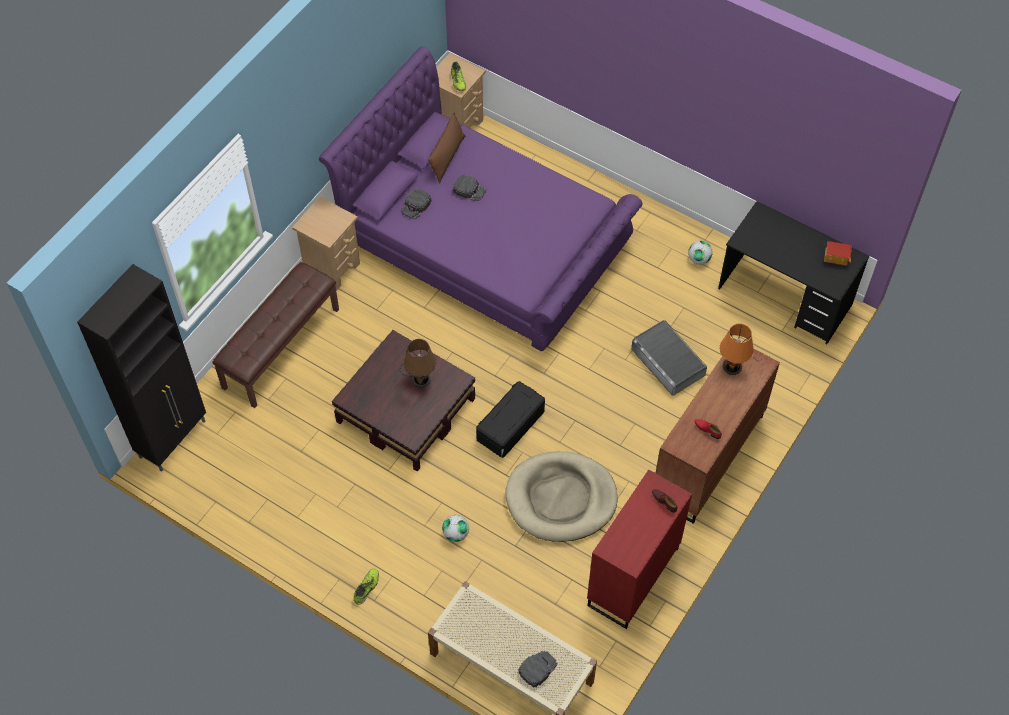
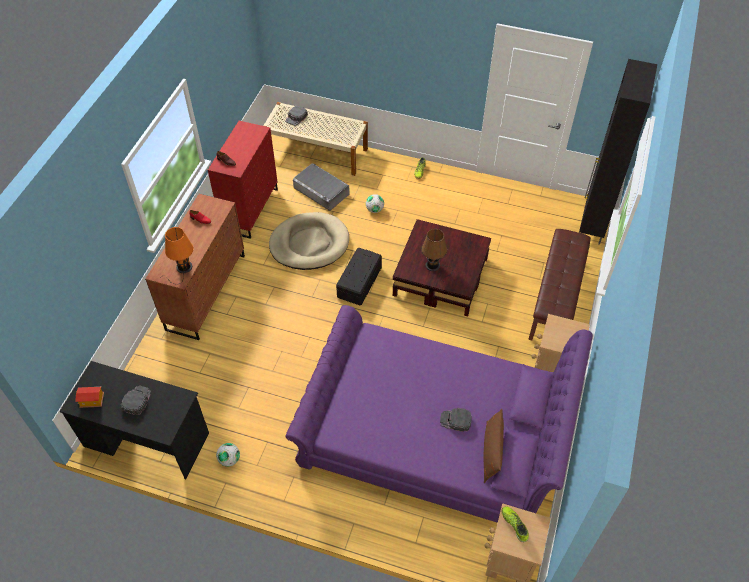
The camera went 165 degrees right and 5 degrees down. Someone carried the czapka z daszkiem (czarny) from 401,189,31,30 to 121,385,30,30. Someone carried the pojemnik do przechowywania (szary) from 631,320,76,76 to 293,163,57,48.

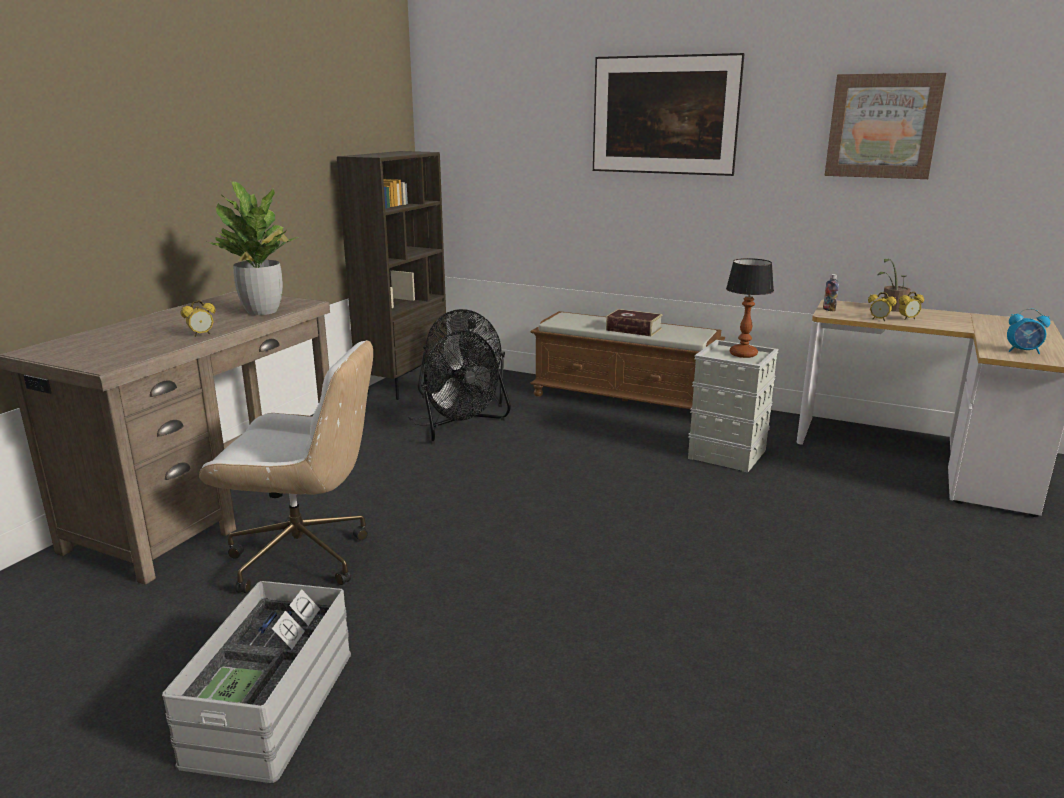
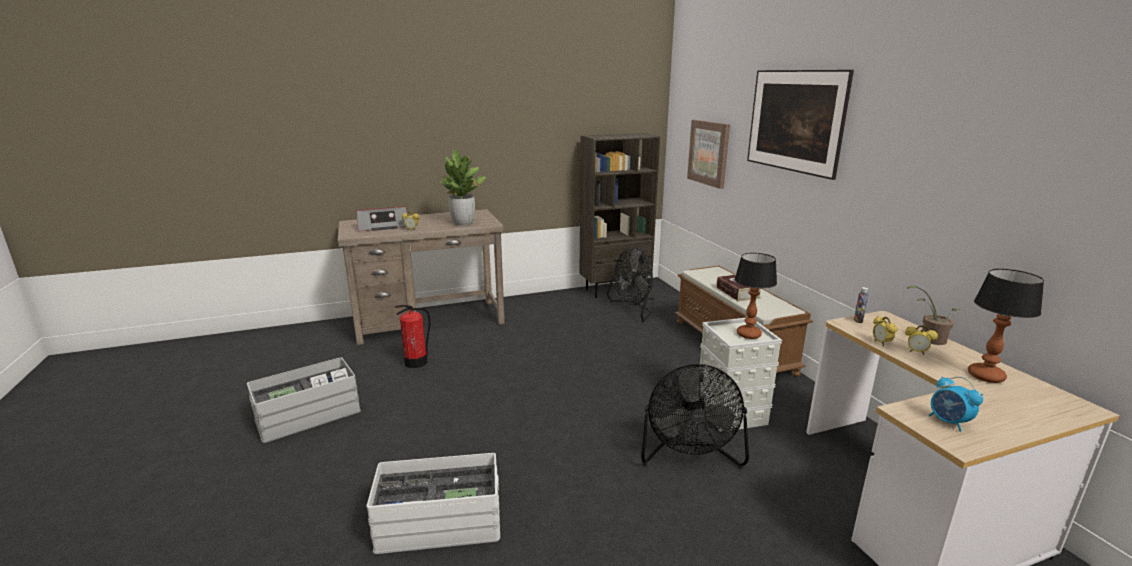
The camera went 45 degrees right and 0 degrees up. Someone put down the radio at 357,206,51,26. Someone put down the pojemnik do przechowywania (biały) at 367,453,133,101. Someone put down the lampa stołowa at 968,269,76,114. Someone carried the wentylator (czarny) from 408,330,103,114 to 641,364,108,105. Someone carried the obraz from 825,73,121,106 to 687,120,43,69. Someone swapped the krzesło biurowe (biały) at 199,340,174,253 for the gaśnica at 395,305,36,63.

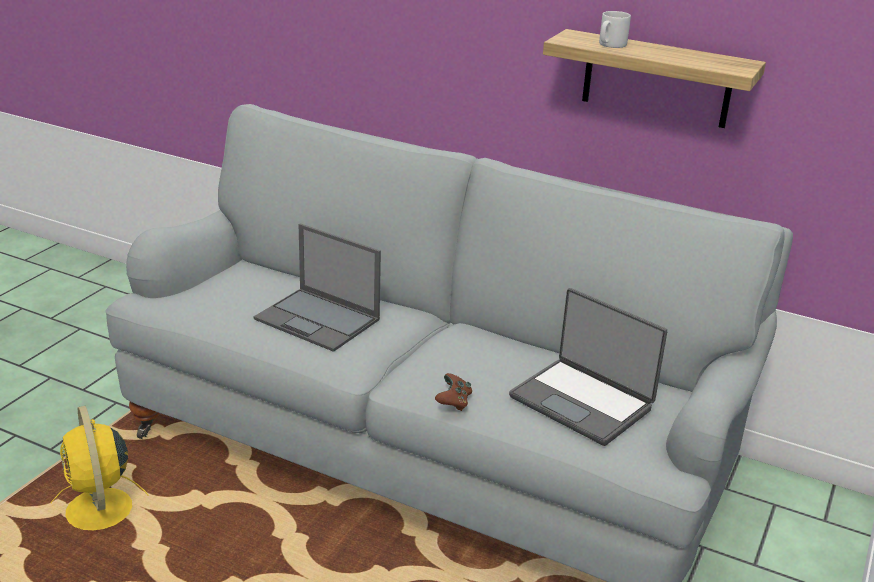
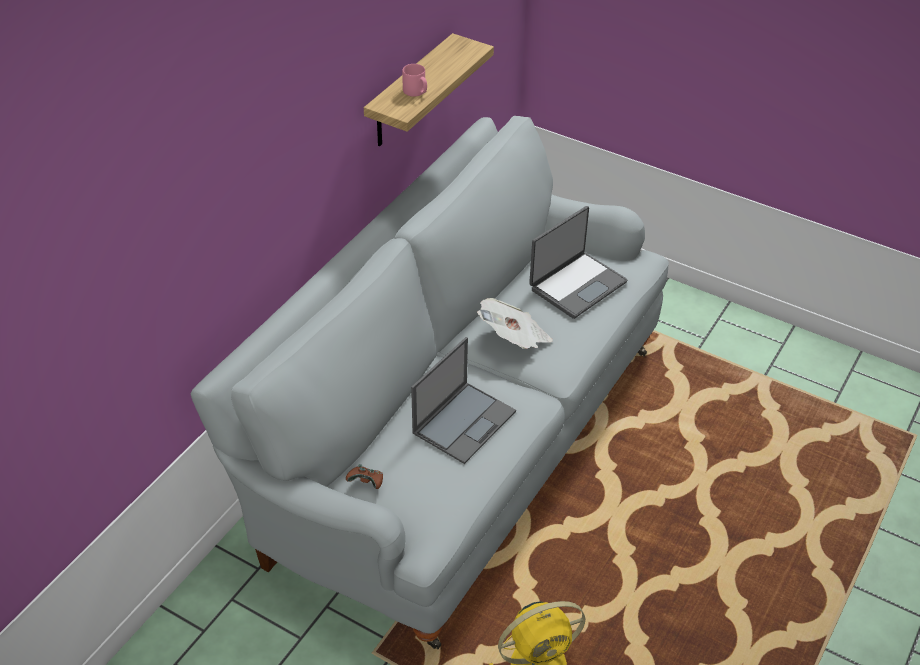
The camera went 85 degrees left and 15 degrees up. Someone put down the gazeta at 477,298,76,51. Someone carried the pad do gier (brązowy) from 435,373,37,38 to 346,464,37,25. Someone repainted the kubek (szary) at 599,11,32,37, which became the kubek (różowy) at 402,64,25,32.

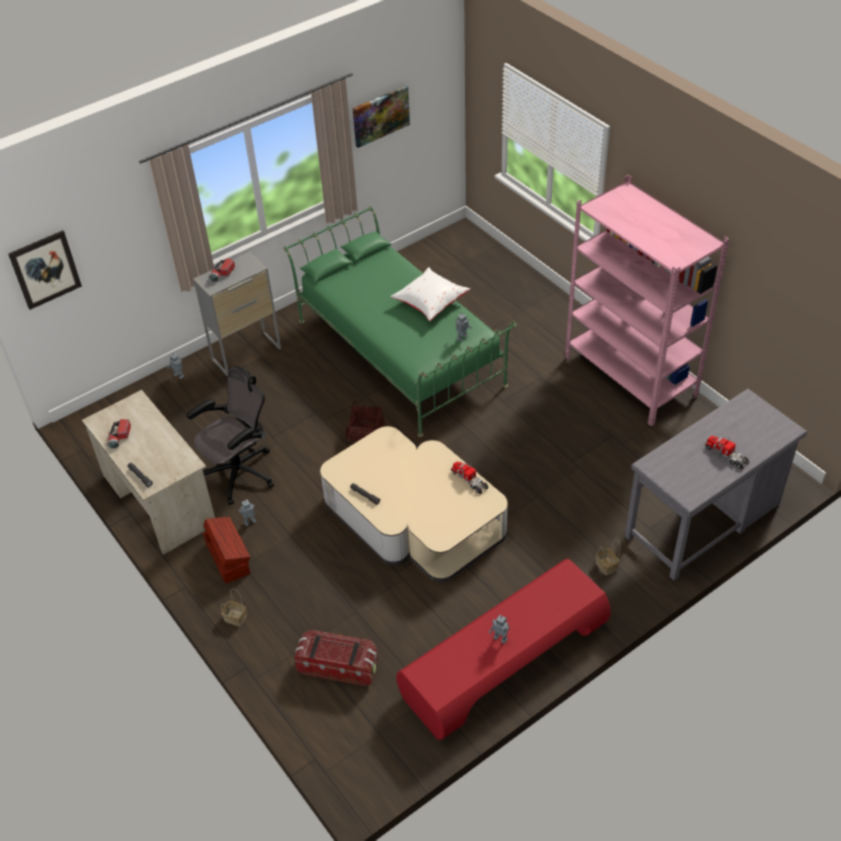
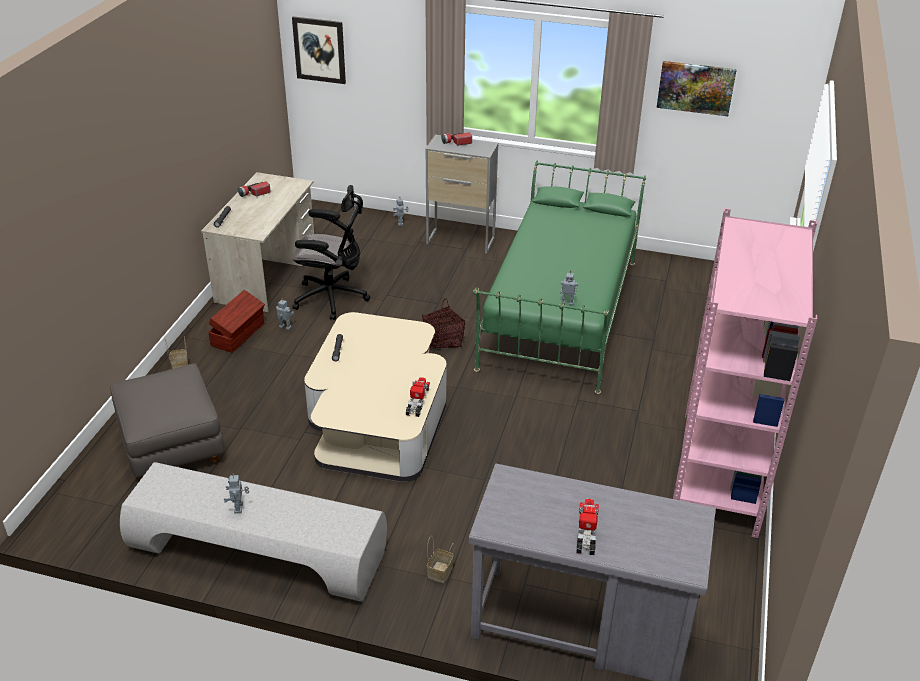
The camera went 50 degrees right and 10 degrees down. Someone took away the poduszka (biały) at 391,267,79,54. Someone swapped the pojemnik do przechowywania at 294,630,84,56 for the pufa (szary) at 110,363,114,116. Someone repainted the ławka (czerwony) at 396,559,215,181, which became the ławka (szary) at 120,462,267,140.

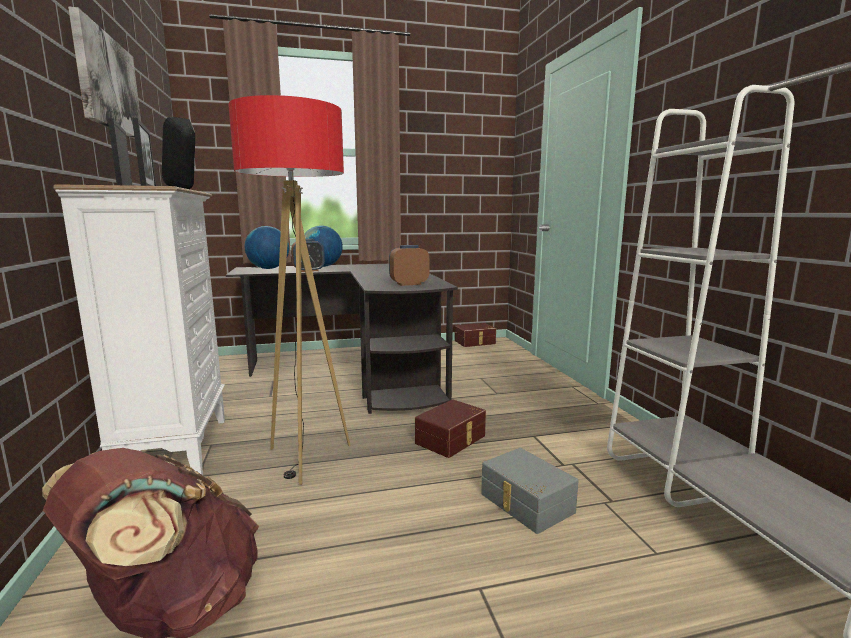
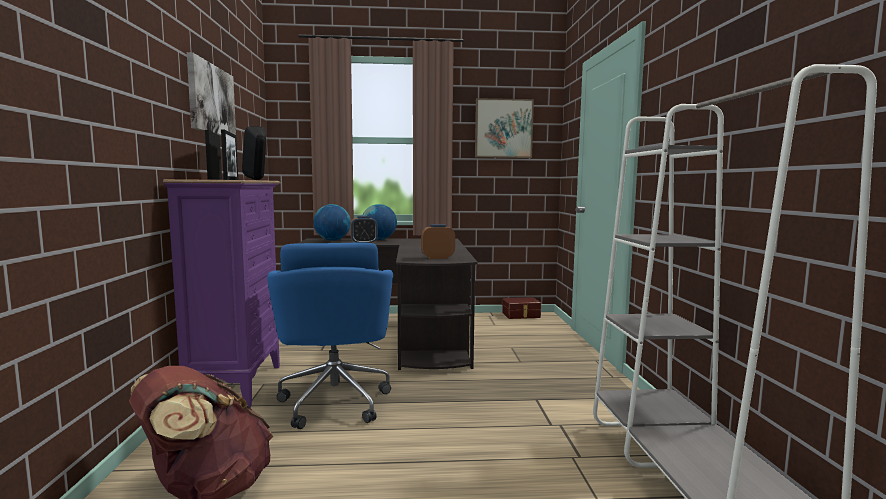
The camera went 10 degrees right and 5 degrees down. Someone took away the pojemnik do przechowywania (brązowy) at 415,399,71,59. Someone took away the pojemnik do przechowywania (szary) at 481,448,97,86. Someone put up the obraz at 475,98,59,60. Someone swapped the lampa stojąca at 228,95,123,390 for the krzesło biurowe (niebieski) at 267,242,126,187. Someone repainted the komoda (biały) at 54,184,171,291, which became the komoda (fioletowy) at 163,179,118,228.

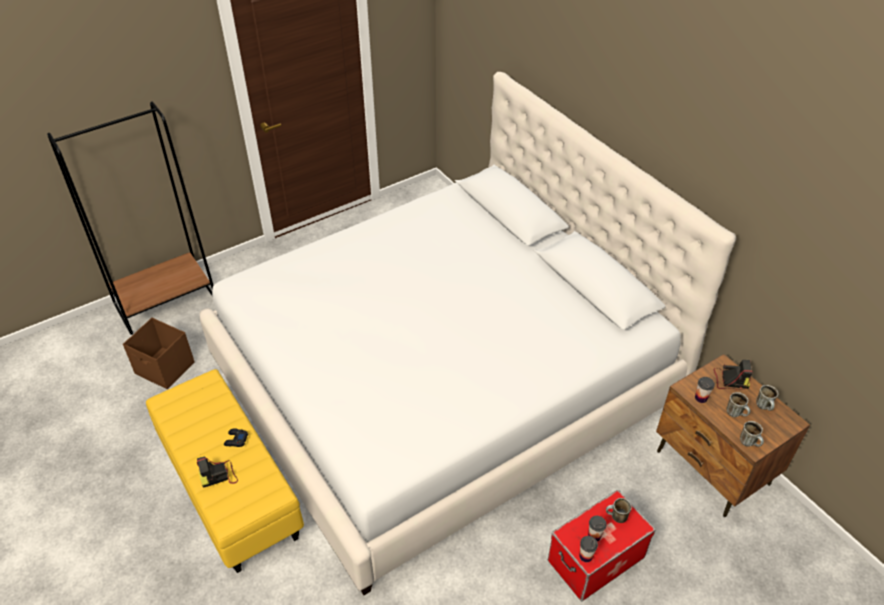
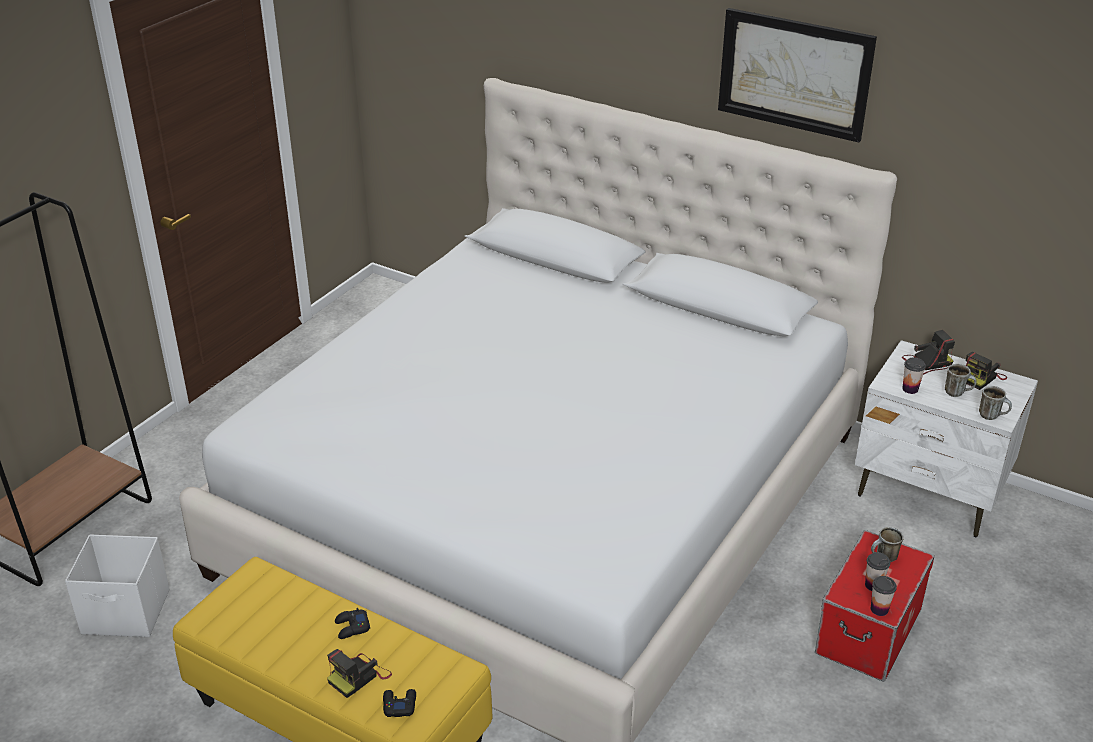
The camera went 25 degrees left and 10 degrees down. Someone put down the pad do gier (czarny) at 383,689,33,28. Someone put up the obraz at 718,8,159,134. Someone swapped the kubek at 756,385,23,26 for the aparat fotograficzny at 966,352,41,38. Someone repainted the pojemnik do przechowywania (brązowy) at 123,318,71,71, which became the pojemnik do przechowywania (biały) at 65,534,105,103. Someone repainted the szafka nocna (brązowy) at 656,354,154,163, which became the szafka nocna (biały) at 855,340,183,197.

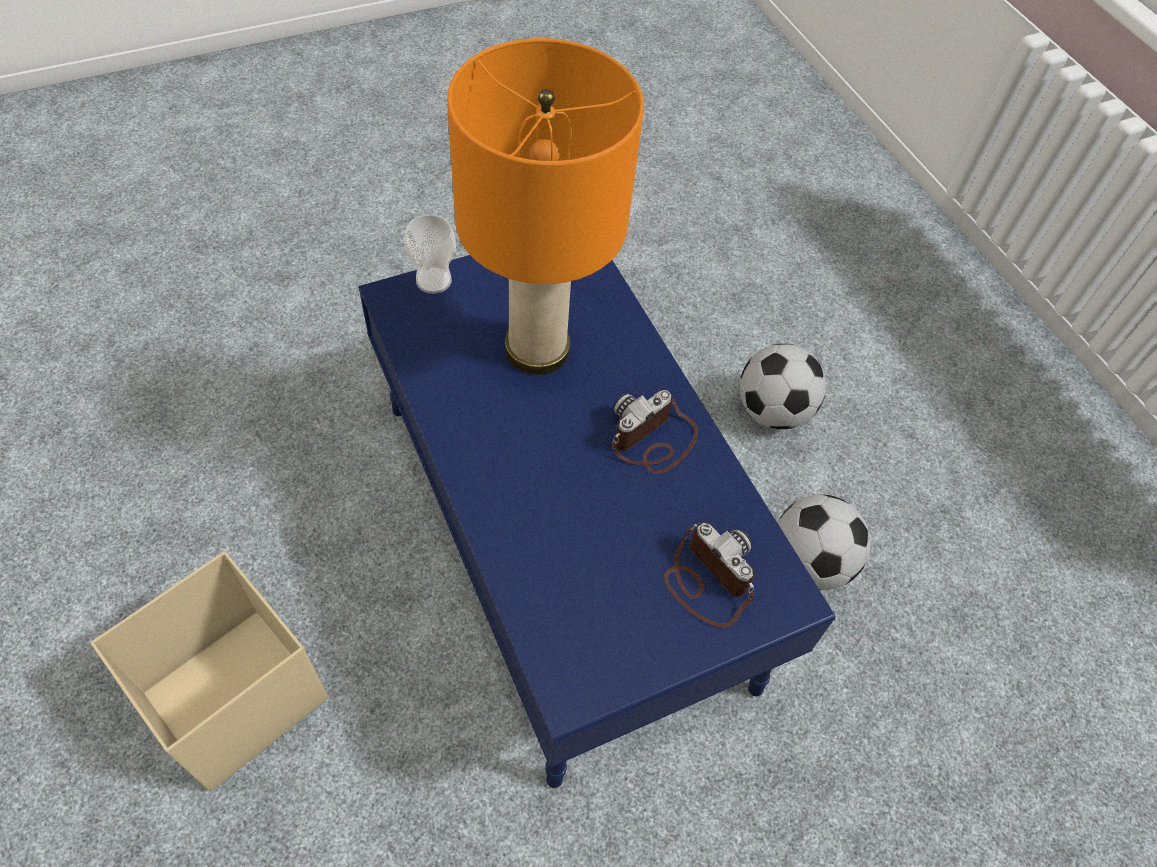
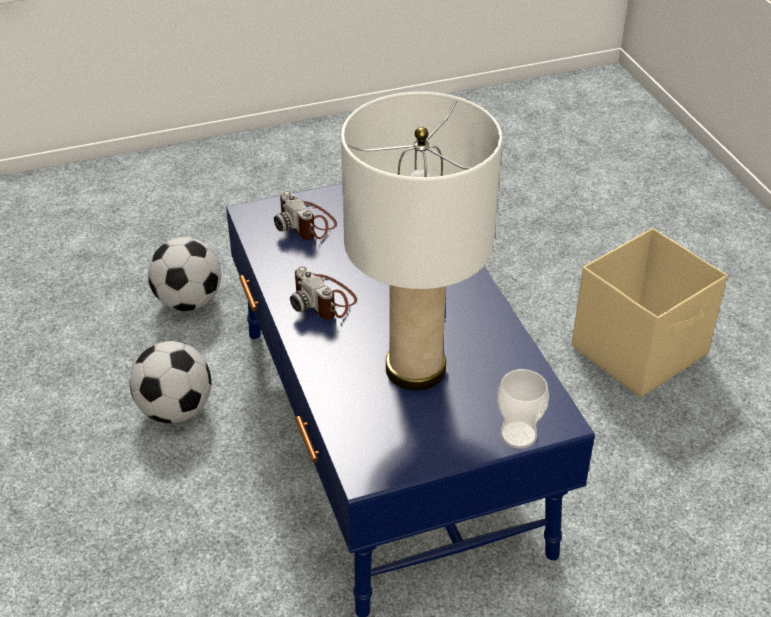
The camera went 170 degrees left and 15 degrees down. Someone carried the piłka futbolowa from 740,344,86,85 to 148,237,73,74. Someone repainted the lampa stołowa (pomarańczowy) at 447,38,197,337, which became the lampa stołowa (biały) at 341,92,161,298. Someone rotated the aparat fotograficzny at 612,390,86,84 by 90 degrees clockwise.

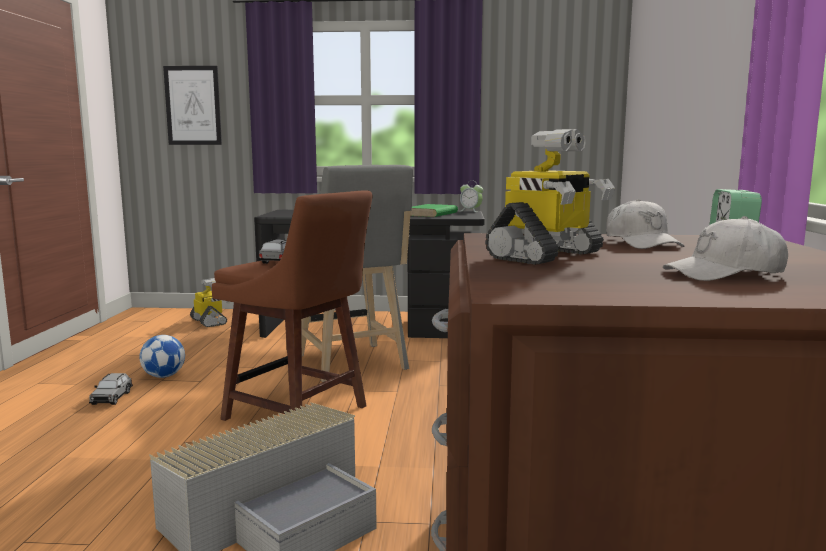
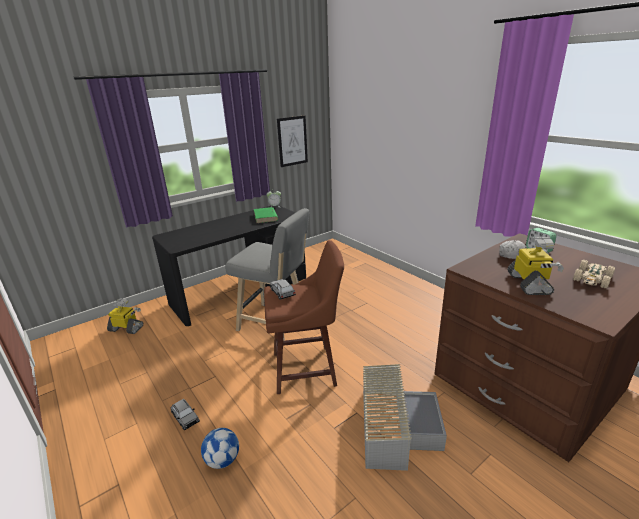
The camera went 40 degrees left and 15 degrees up. Someone carried the piłka futbolowa from 139,335,46,43 to 201,428,38,41. Someone carried the obraz from 163,66,59,79 to 277,115,31,52. Someone swapped the czapka z daszkiem (biały) at 663,216,125,65 for the samochodzik (beżowy) at 573,260,42,28.

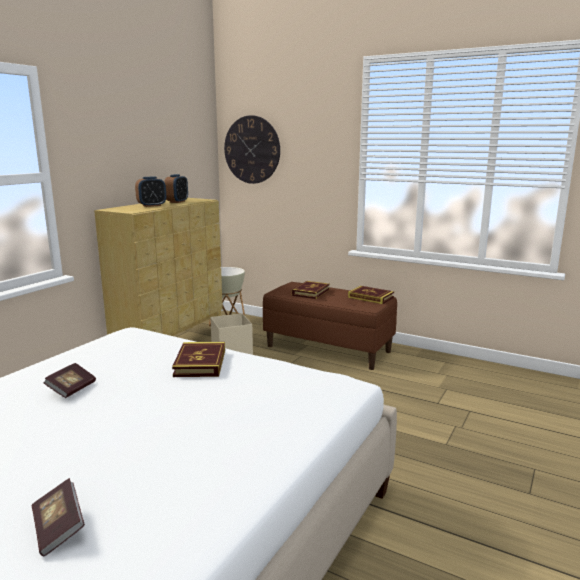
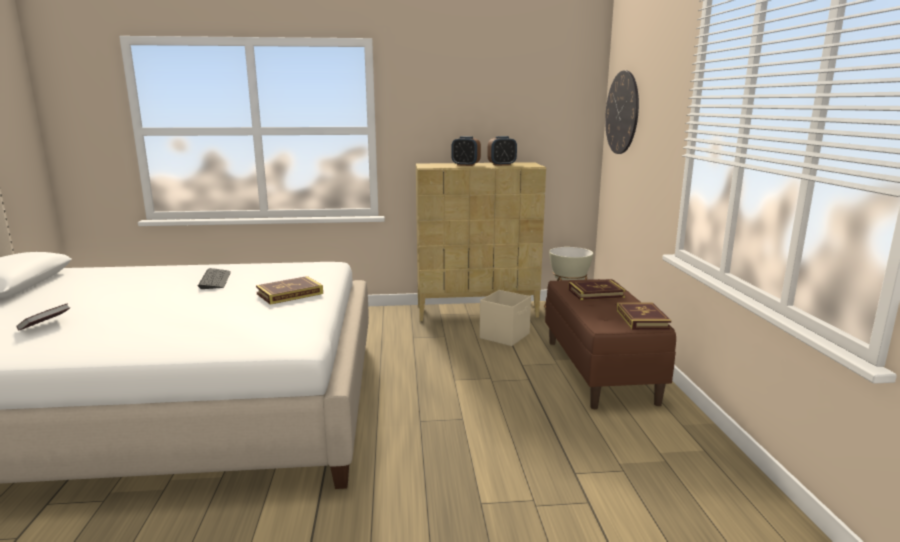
The camera went 55 degrees right and 0 degrees up. Someone swapped the książka at 43,363,53,35 for the klawiatura at 198,268,33,21.

